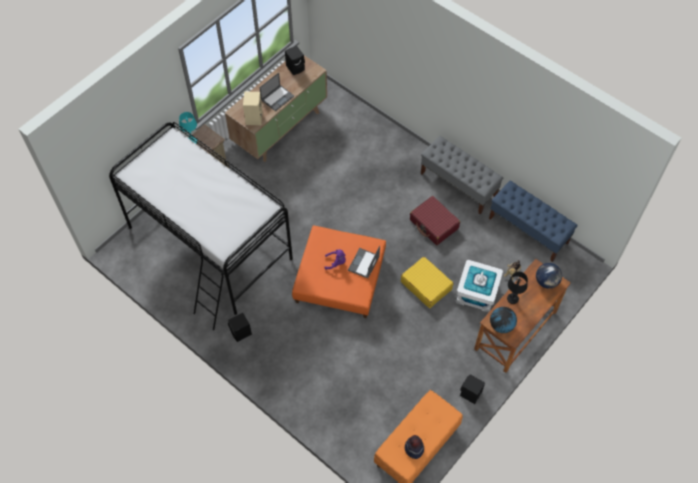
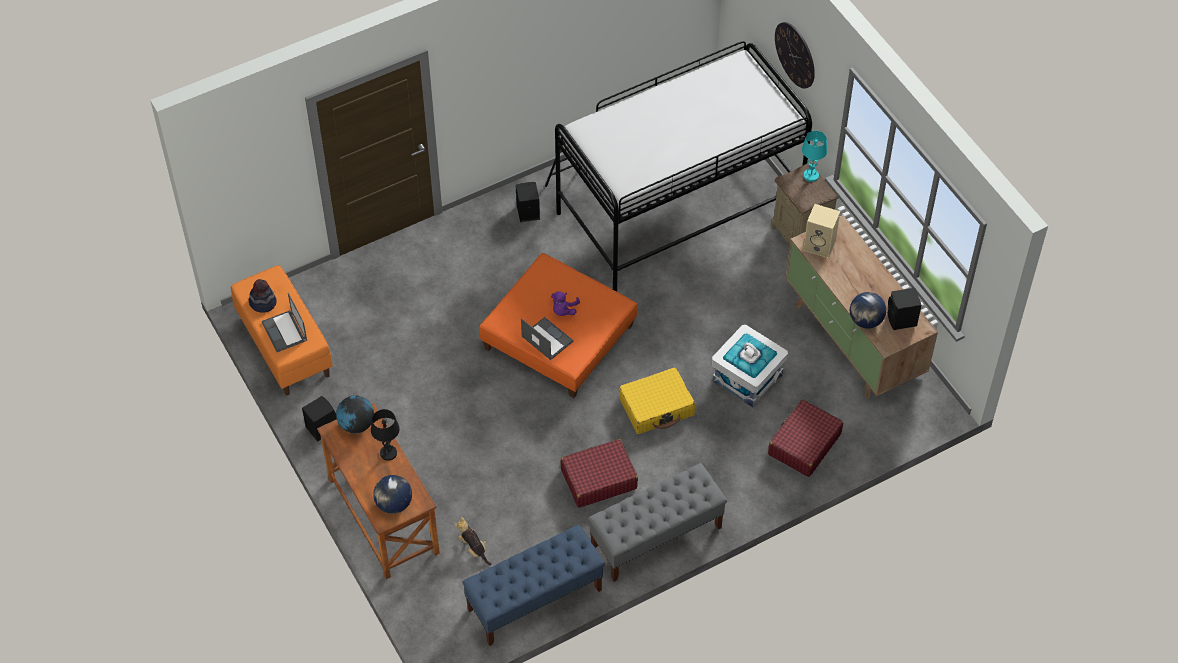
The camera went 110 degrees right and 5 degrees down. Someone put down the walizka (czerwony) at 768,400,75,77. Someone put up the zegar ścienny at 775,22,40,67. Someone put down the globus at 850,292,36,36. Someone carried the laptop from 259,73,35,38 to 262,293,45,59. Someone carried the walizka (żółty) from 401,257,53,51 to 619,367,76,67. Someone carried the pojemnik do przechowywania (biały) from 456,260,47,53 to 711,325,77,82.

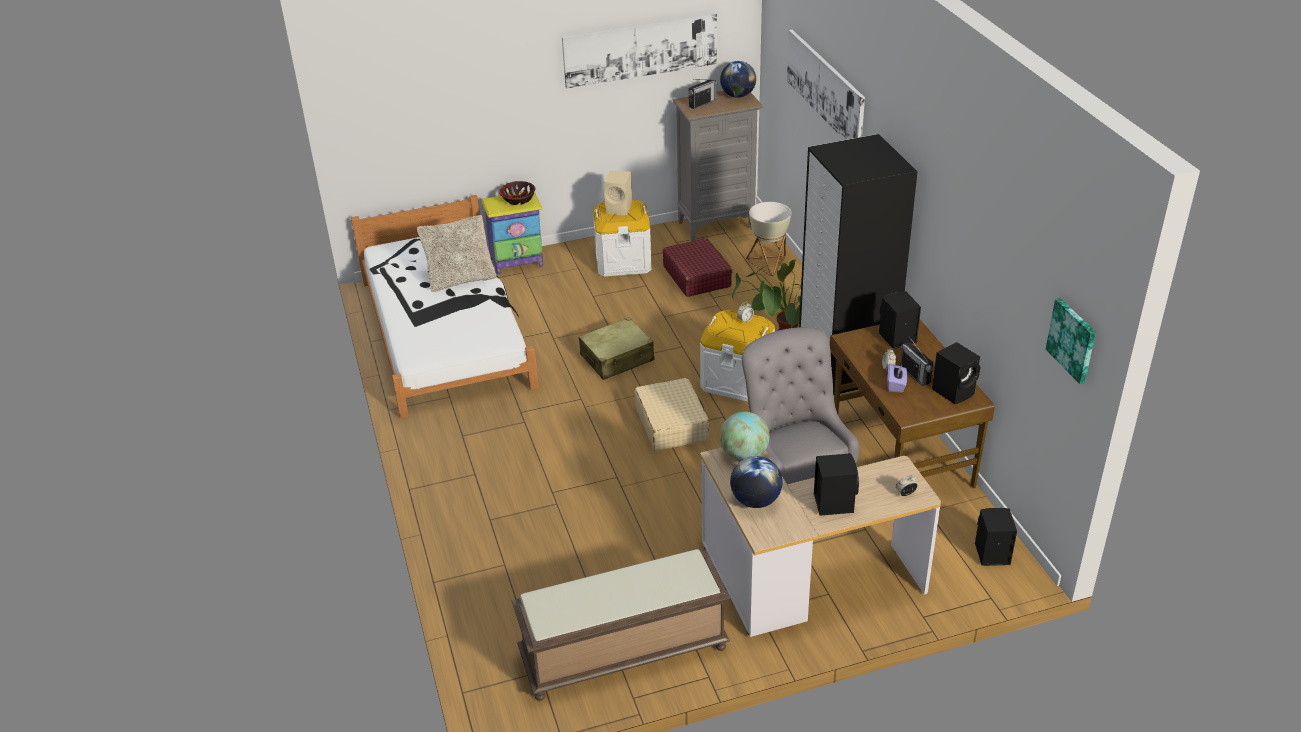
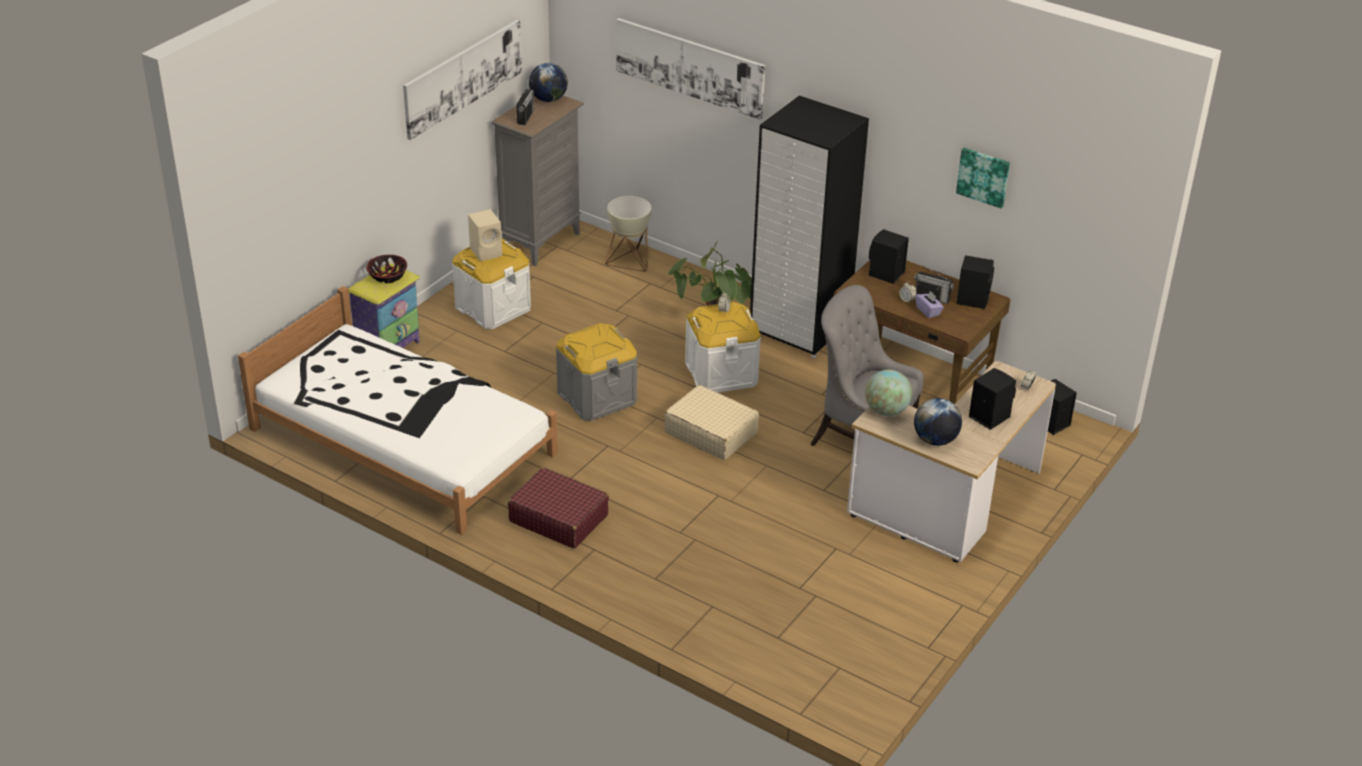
The camera went 40 degrees left and 0 degrees up. Someone took away the poduszka (beżowy) at 417,215,79,77. Someone took away the ławka (brązowy) at 512,549,218,152. Someone carried the walizka (czerwony) from 663,238,69,59 to 508,468,101,80. Someone carried the obraz from 1046,298,50,86 to 956,148,54,60. Someone swapped the walizka (beżowy) at 579,317,76,63 for the pojemnik do przechowywania (szary) at 556,323,81,98.

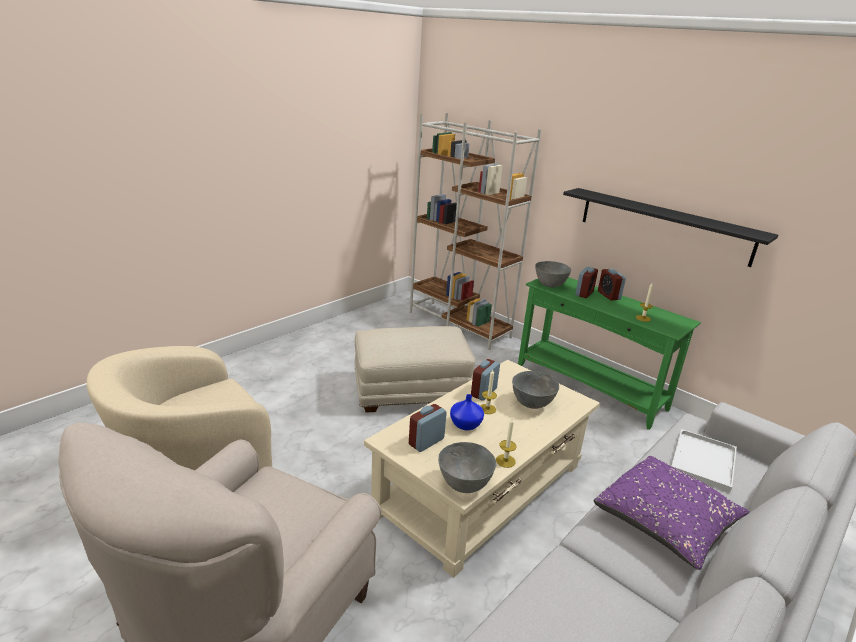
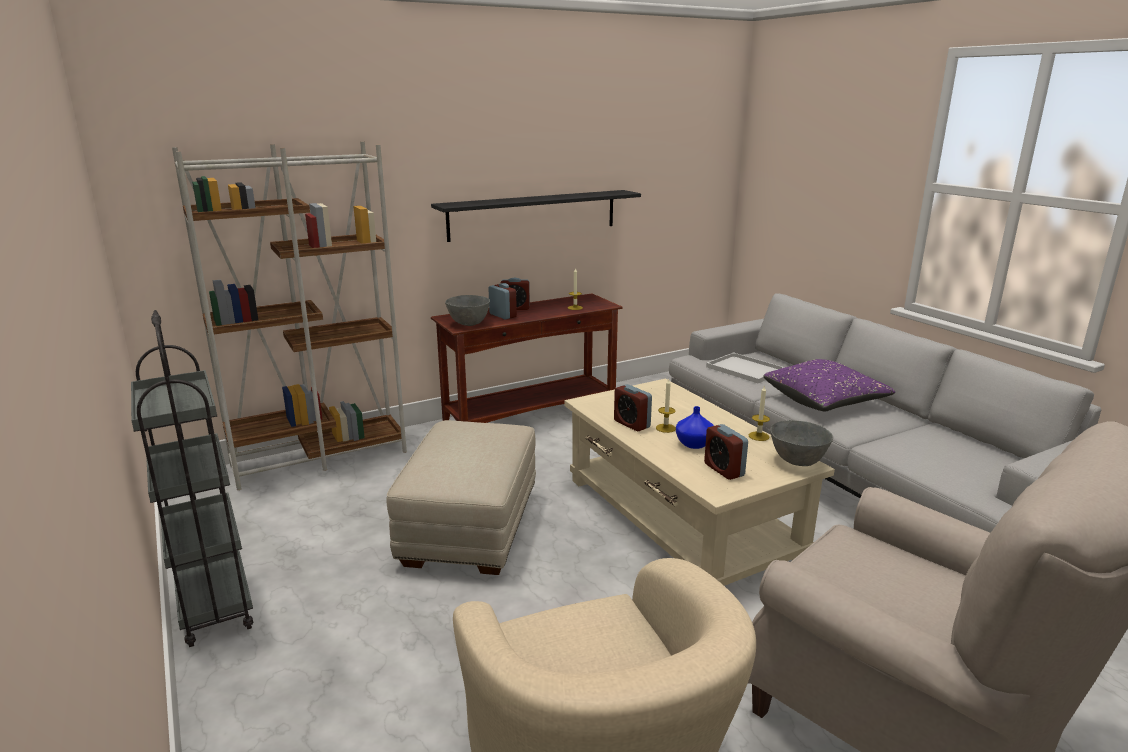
The camera went 70 degrees left and 5 degrees down. Someone took away the miska (szary) at 512,371,47,38. Someone put down the wózek (szary) at 131,310,123,337. Someone repainted the stolik konsolowy (zielony) at 518,277,183,153, which became the stolik konsolowy (brązowy) at 431,294,192,129.

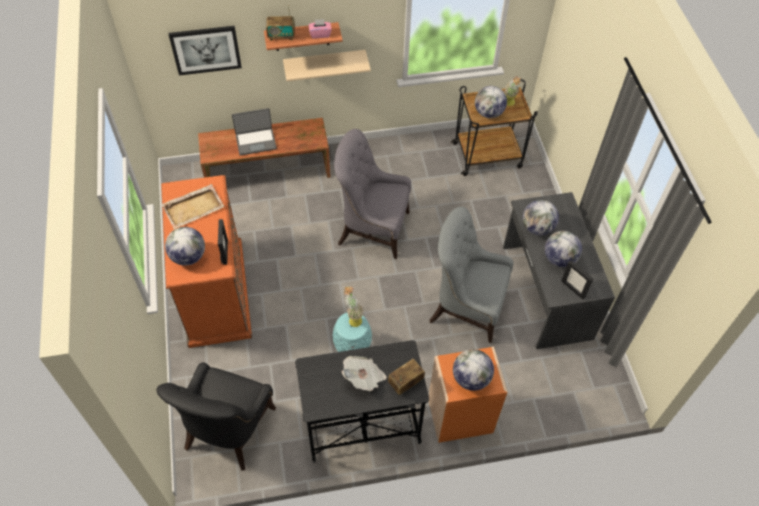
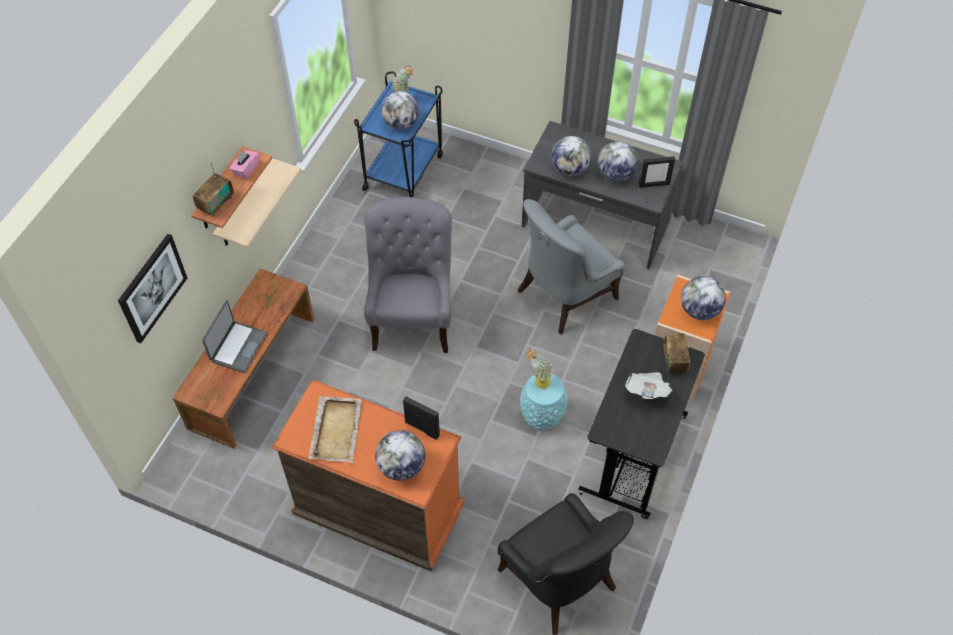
The camera went 55 degrees left and 0 degrees up. Someone repainted the wózek (brązowy) at 451,79,87,97, which became the wózek (niebieski) at 354,71,89,126. Someone rotated the krzesło (szary) at 334,129,77,130 by 135 degrees clockwise.

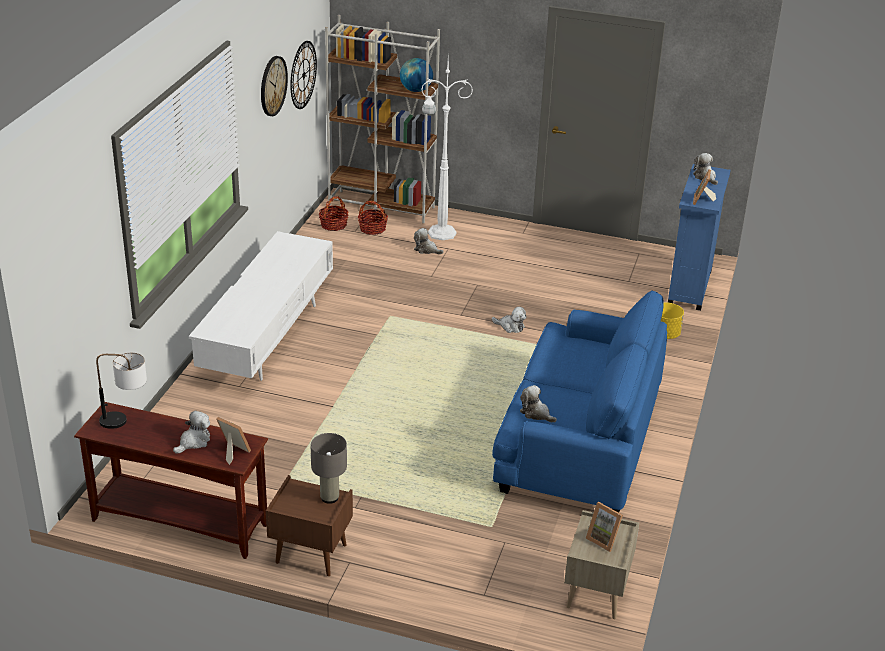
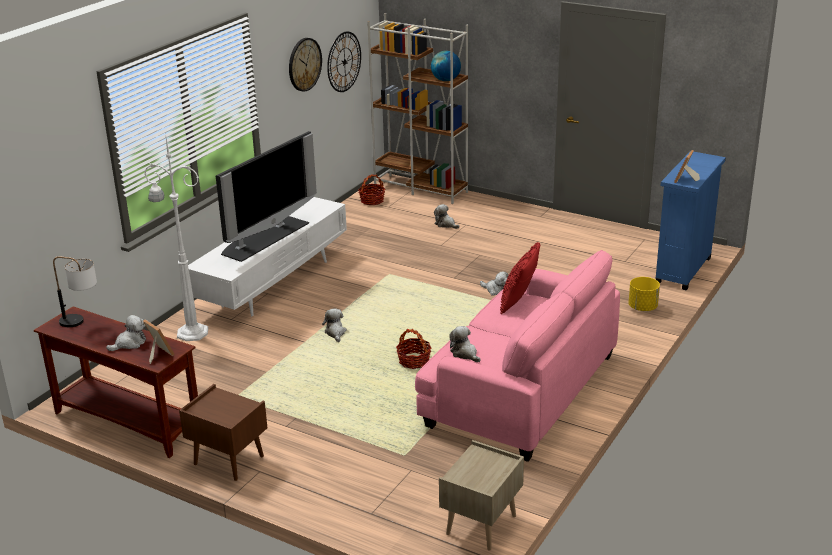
The camera went 15 degrees right and 5 degrees down. Someone took away the lampa stołowa (szary) at 311,433,36,71. Someone took away the ramka na zdjęcie at 586,502,37,50. Someone put down the telewizor at 216,131,101,131. Someone put down the poduszka (czerwony) at 500,242,40,72. Someone carried the koszyk from 358,200,30,35 to 396,329,36,40. Someone carried the lampa stojąca (biały) from 421,51,52,189 to 144,138,64,203. Someone carried the pluszak from 693,153,25,32 to 322,309,25,33. Someone repainted the kanapa (niebieski) at 492,290,175,223, which became the kanapa (różowy) at 415,250,205,212.

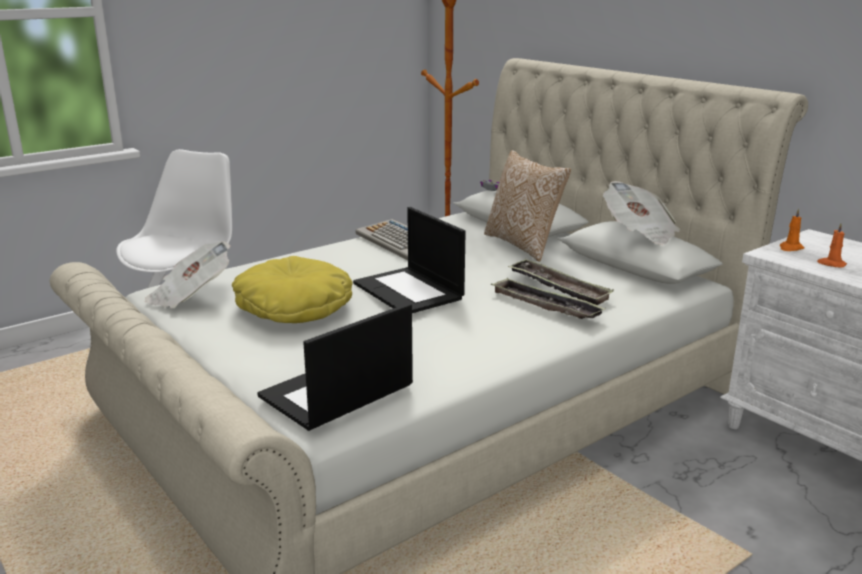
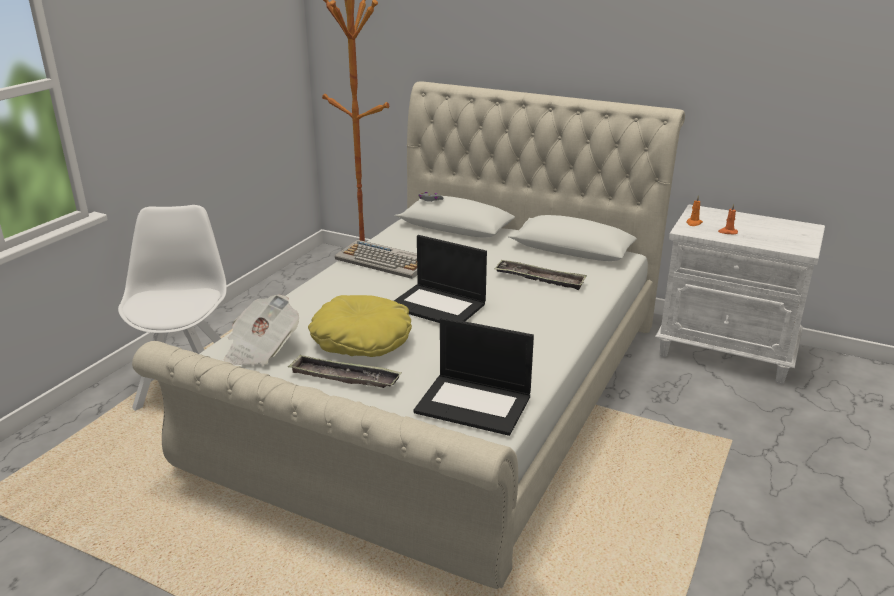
The camera went 25 degrees left and 5 degrees up. Someone took away the poduszka at 484,150,87,112. Someone took away the gazeta at 603,181,77,64. Someone carried the taca from 491,278,115,41 to 288,355,114,33. Someone rotated the laptop at 257,303,156,128 by 90 degrees counterclockwise.

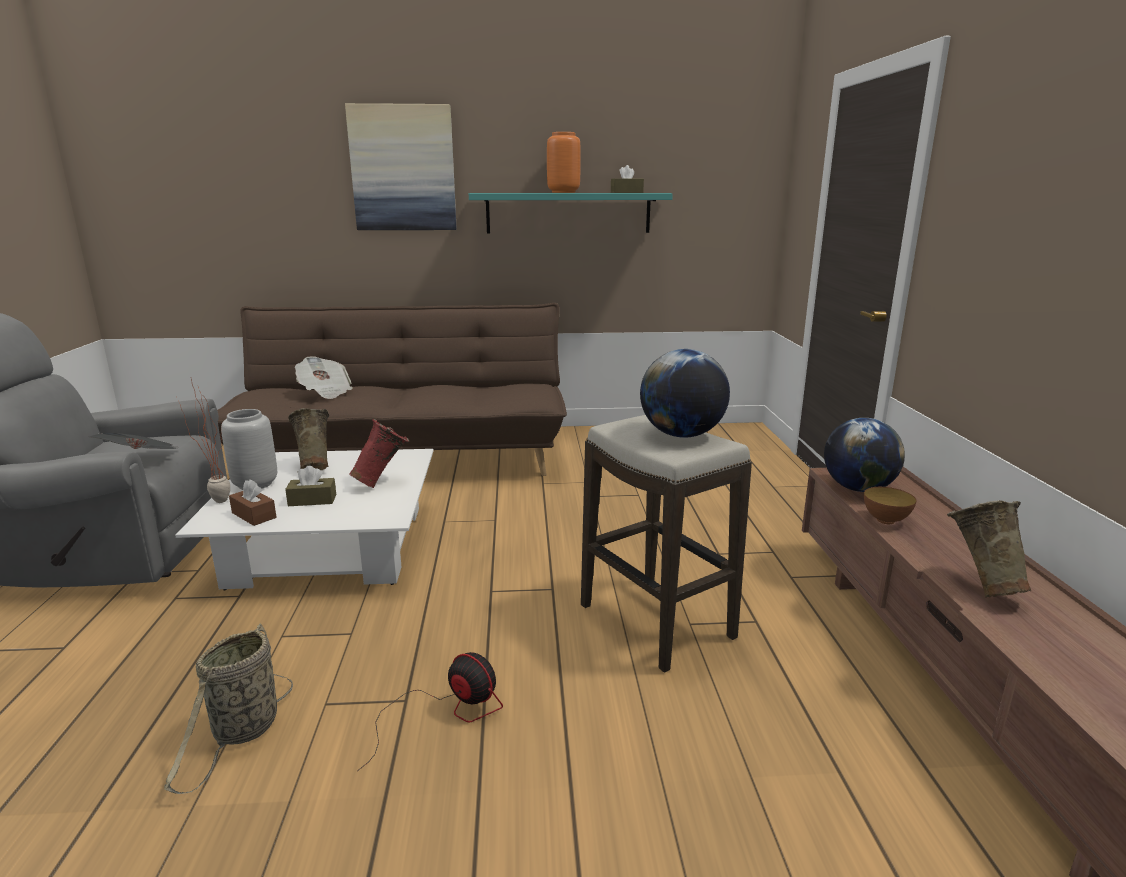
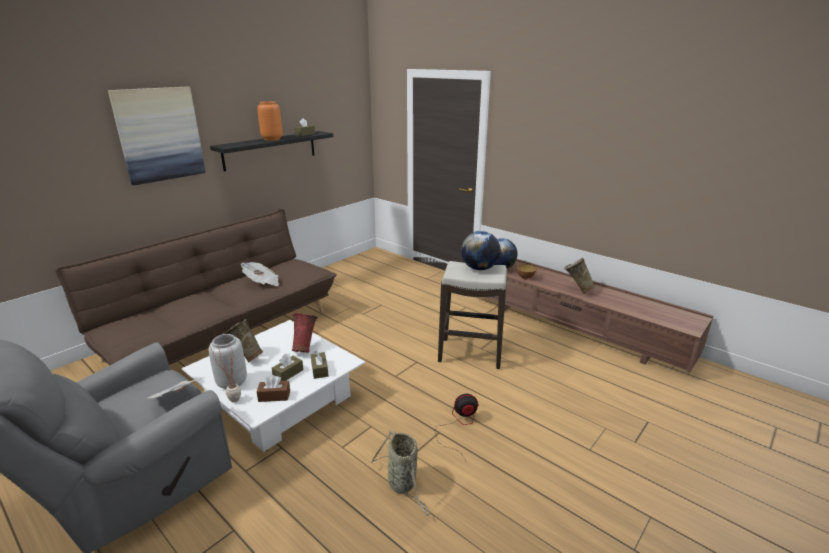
The camera went 45 degrees left and 5 degrees up. Someone put down the pudełko chusteczek (brązowy) at 311,350,18,29. Someone carried the gazeta from 295,356,58,43 to 241,262,38,24. Someone repainted the półka (turkusowy) at 469,193,204,40, which became the półka (czarny) at 210,131,123,40.

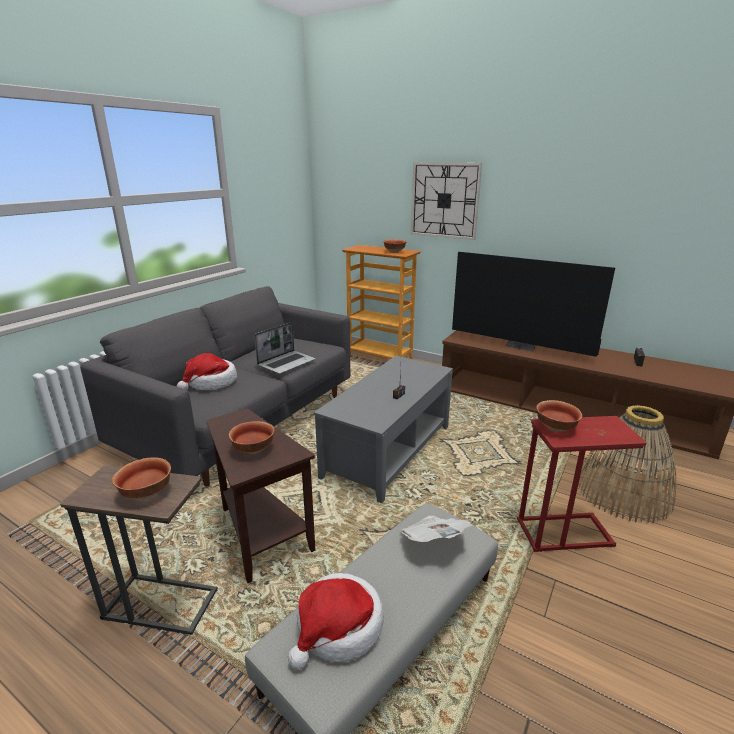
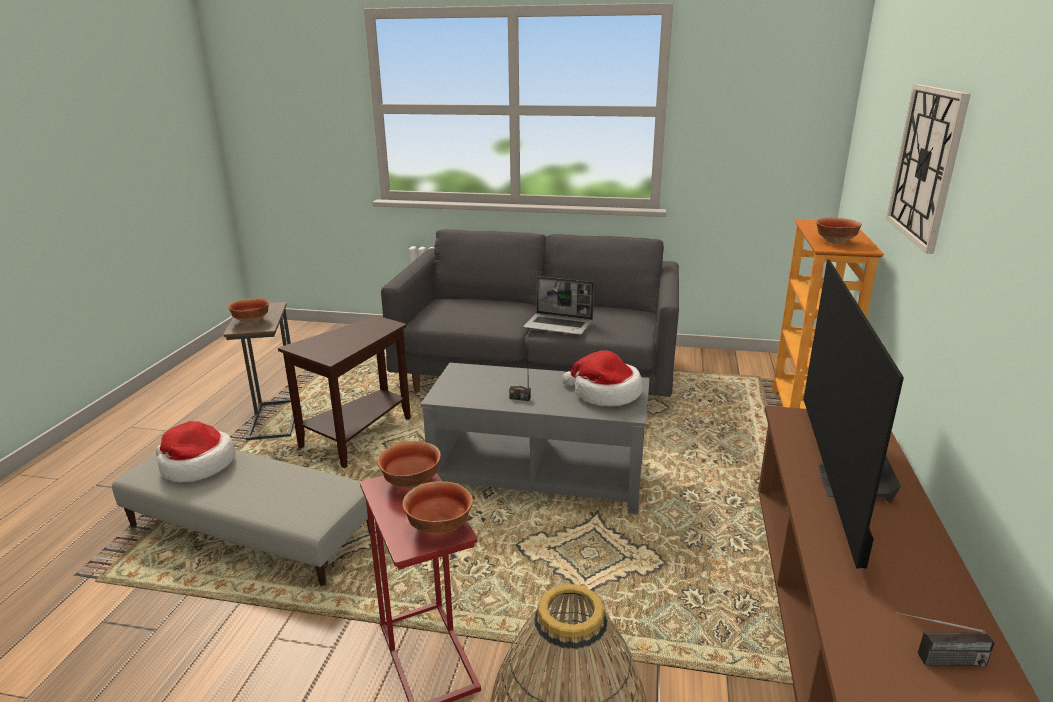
The camera went 70 degrees right and 0 degrees up. Someone took away the gazeta at 400,515,72,27. Someone carried the kapelusz from 177,353,60,37 to 562,350,80,57. Someone carried the miska from 229,421,46,33 to 402,481,71,54.

